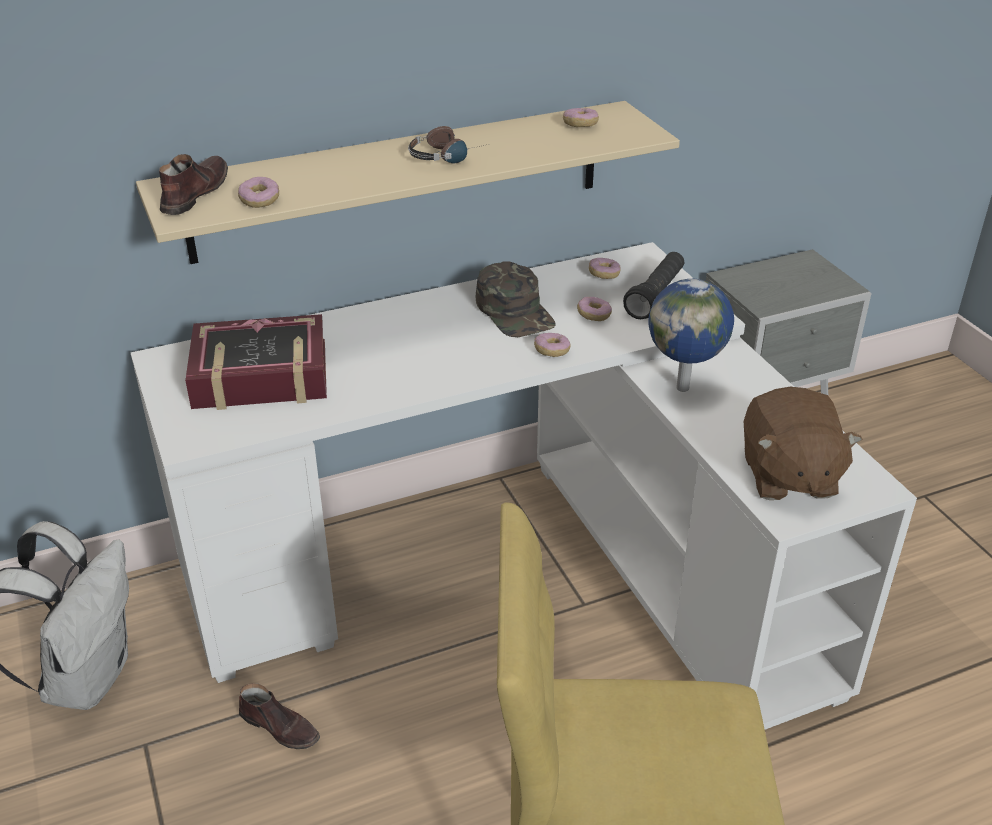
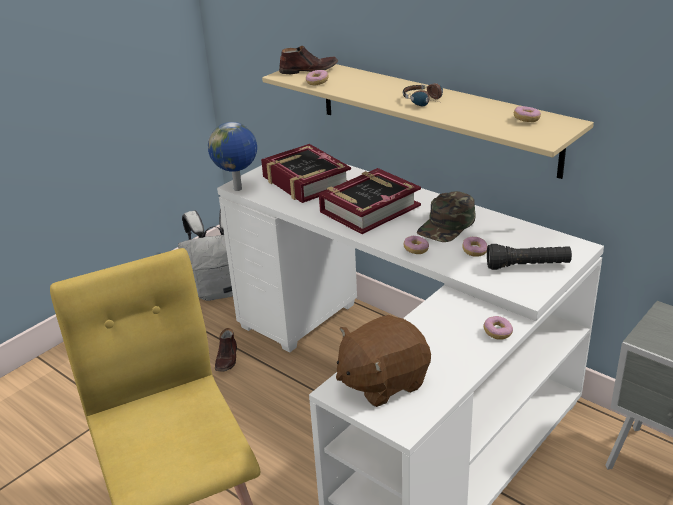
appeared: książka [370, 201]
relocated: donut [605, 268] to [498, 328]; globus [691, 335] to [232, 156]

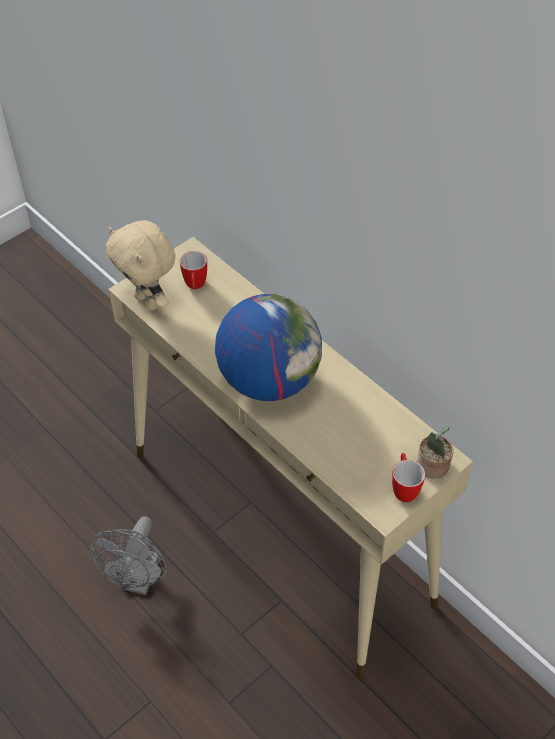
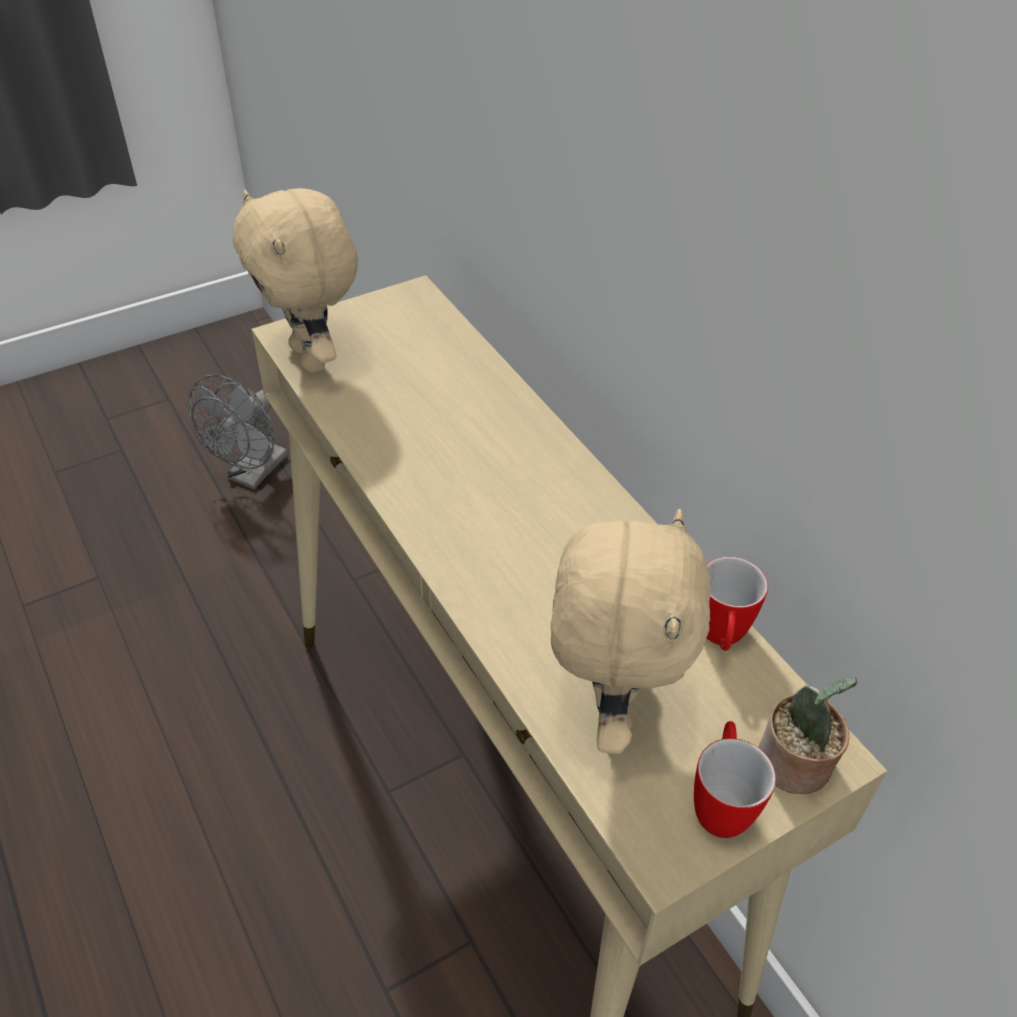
missing: globus [268, 347]
appeared: pluszak (beżowy) [630, 631]
relocated: kubek [193, 270] to [737, 604]; wentylator (szary) [128, 555] to [238, 431]

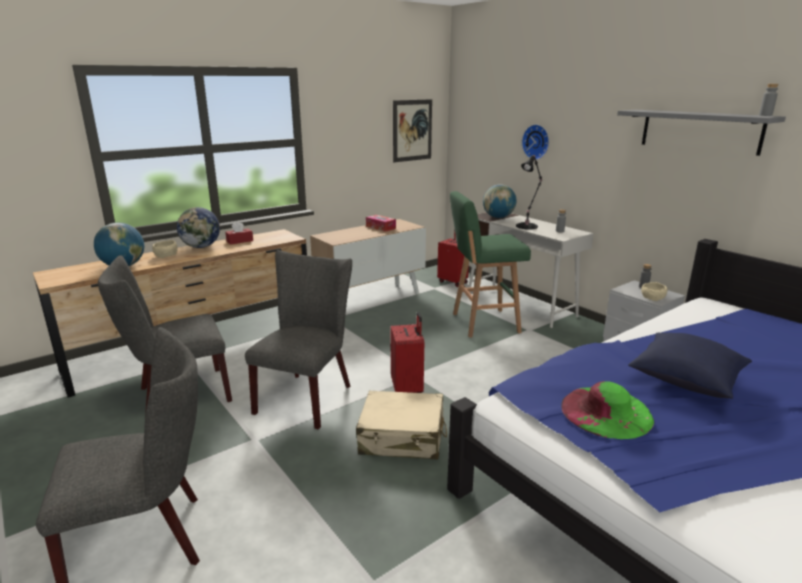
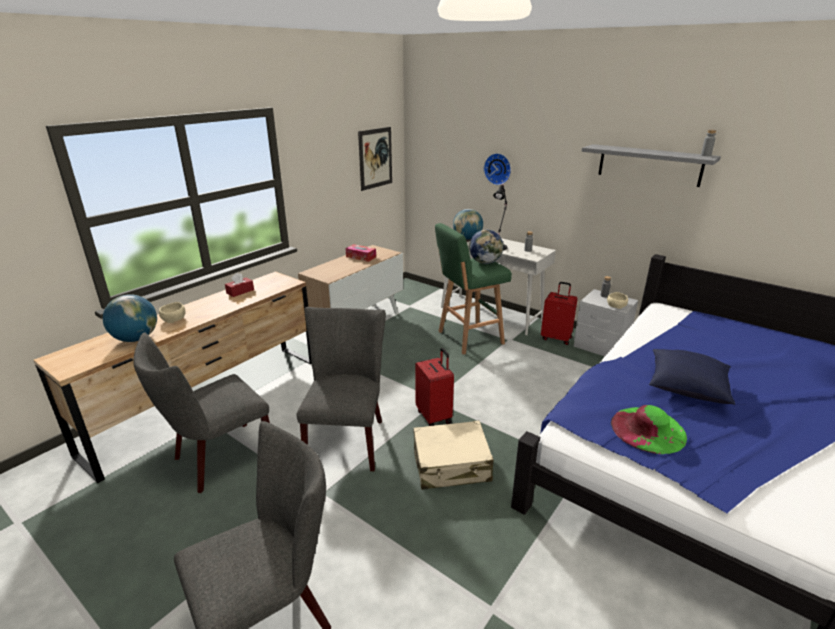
relocated: globus [198, 227] to [486, 247]; walizka (czerwony) [453, 258] to [559, 313]

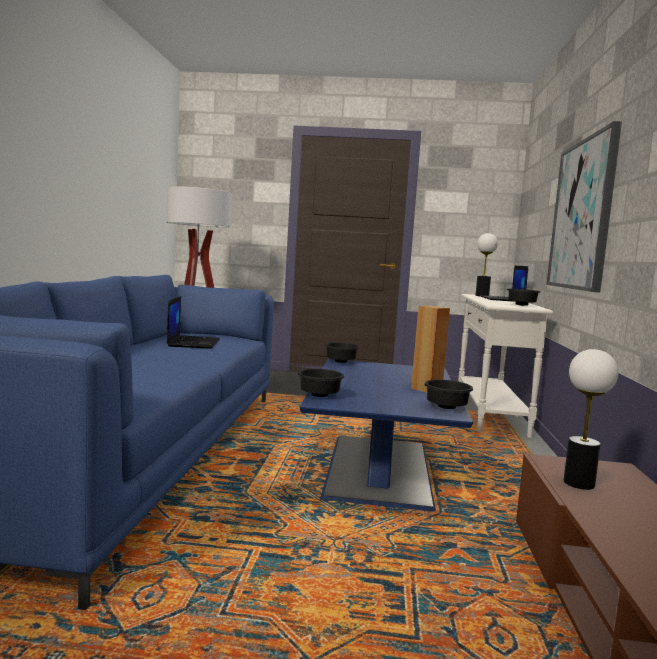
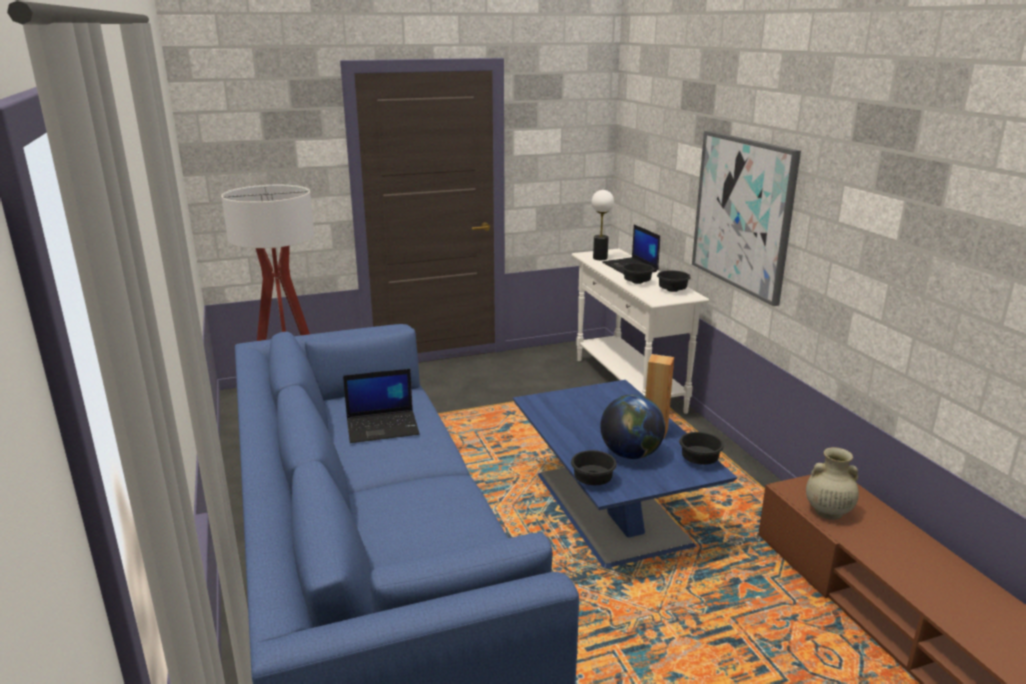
appeared: globus [632, 427]
relocated: miska (czarny) [342, 353] to [638, 273]
exchanged: lampa stołowa [591, 419] to wazon (beżowy) [832, 483]
spun: laptop [193, 322] = [381, 406] 105 degrees clockwise

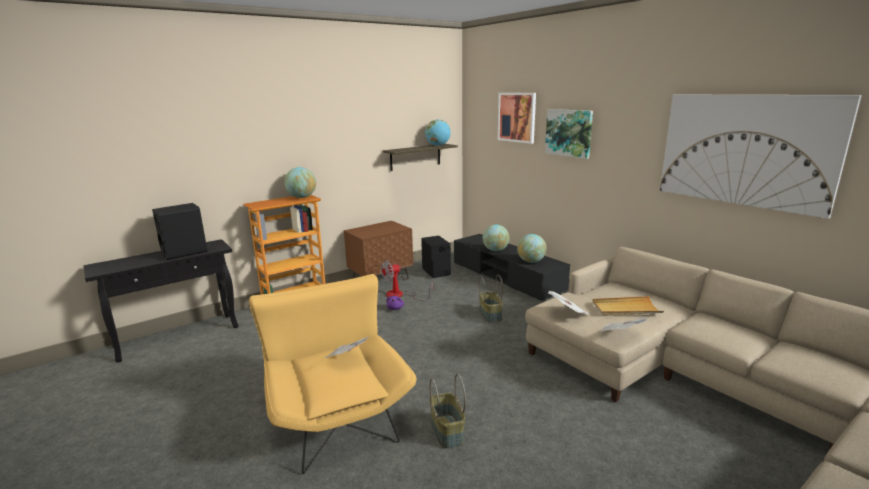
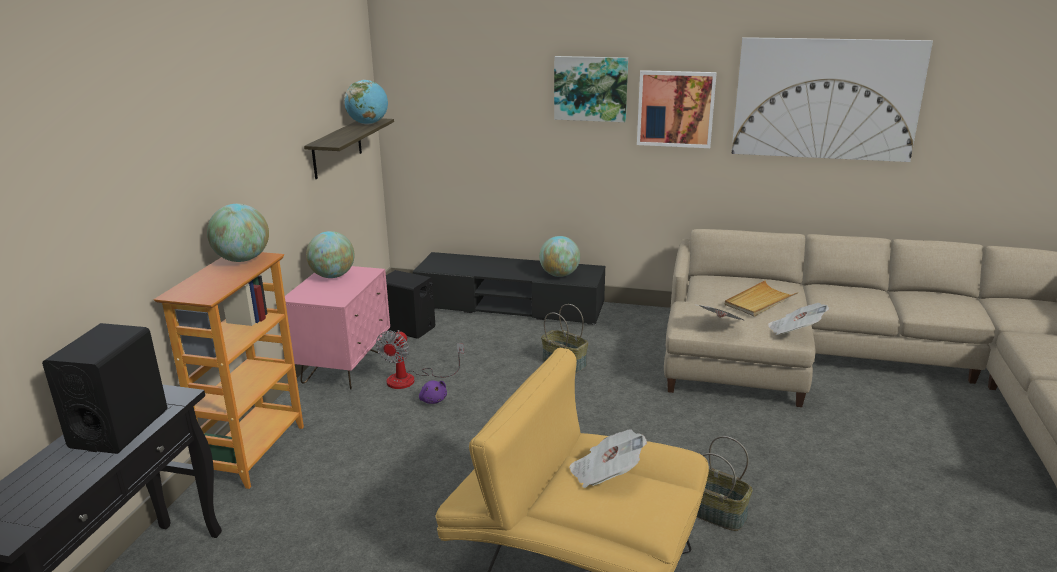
relocated: obraz [517, 118] to [677, 109]; globus [496, 238] to [330, 254]
colour: szafka nocna (brązowy) [378, 250] to szafka nocna (różowy) [337, 327]

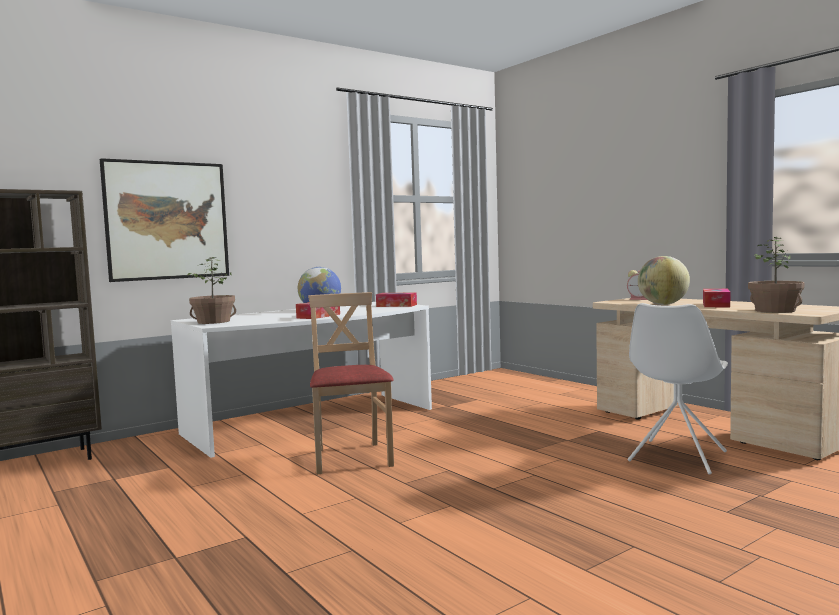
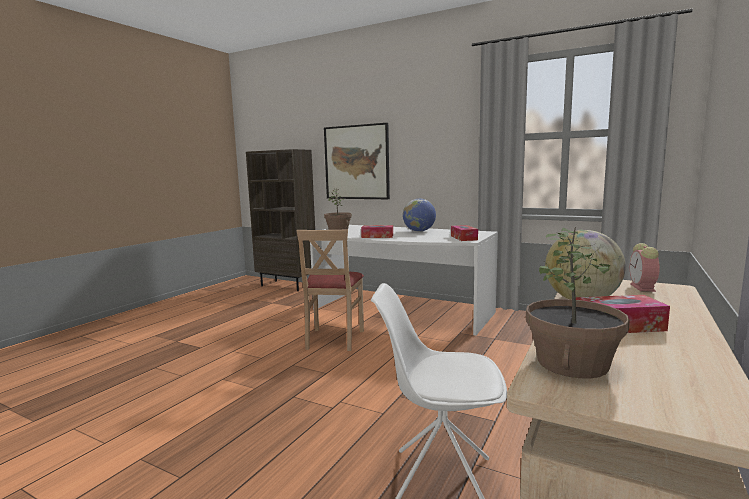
spun: krzesło (beżowy) [351, 383] = [330, 290] 135 degrees clockwise

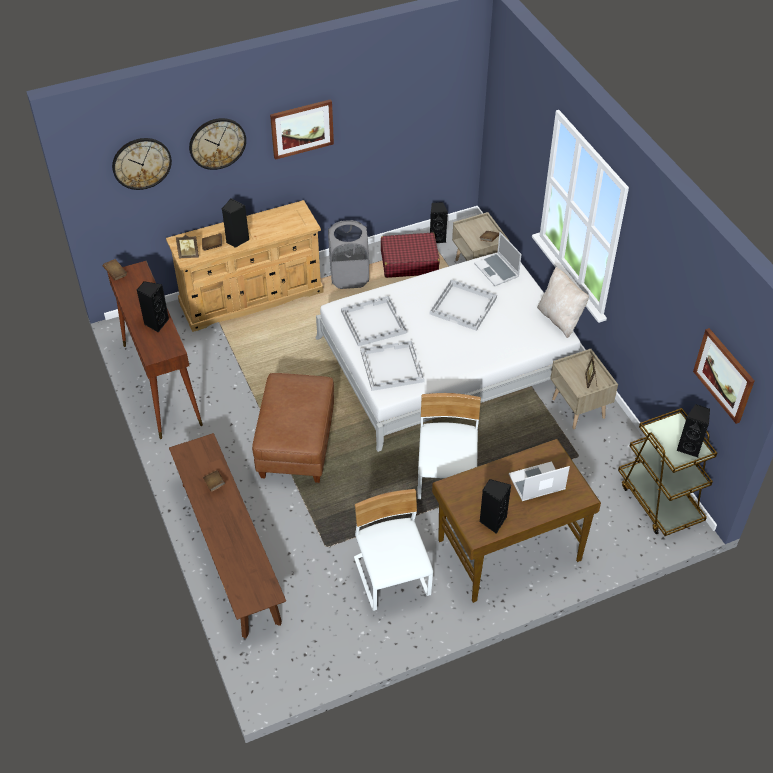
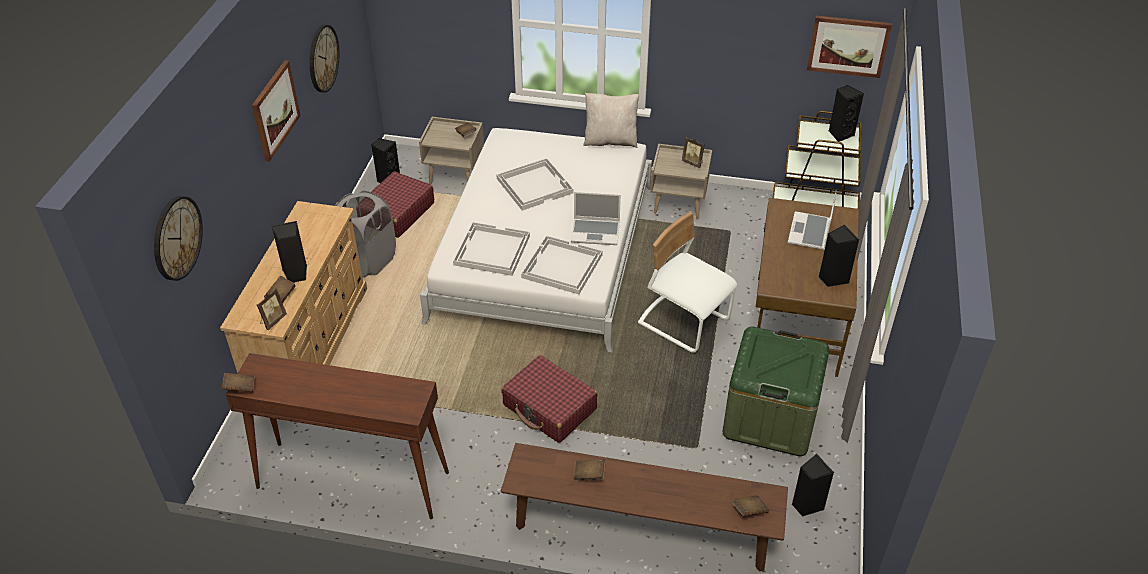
appeared: książka (brązowy) [751, 505]
relocated: zegar ścienny [217, 144] to [324, 59]; laptop [498, 259] to [596, 218]; głośnik (czarny) [152, 307] to [813, 485]
exchanged: pufa (brązowy) [293, 428] to walizka (czerwony) [549, 399]; krzesło (biały) [393, 550] to pojemnik do przechowywania (zielony) [776, 391]

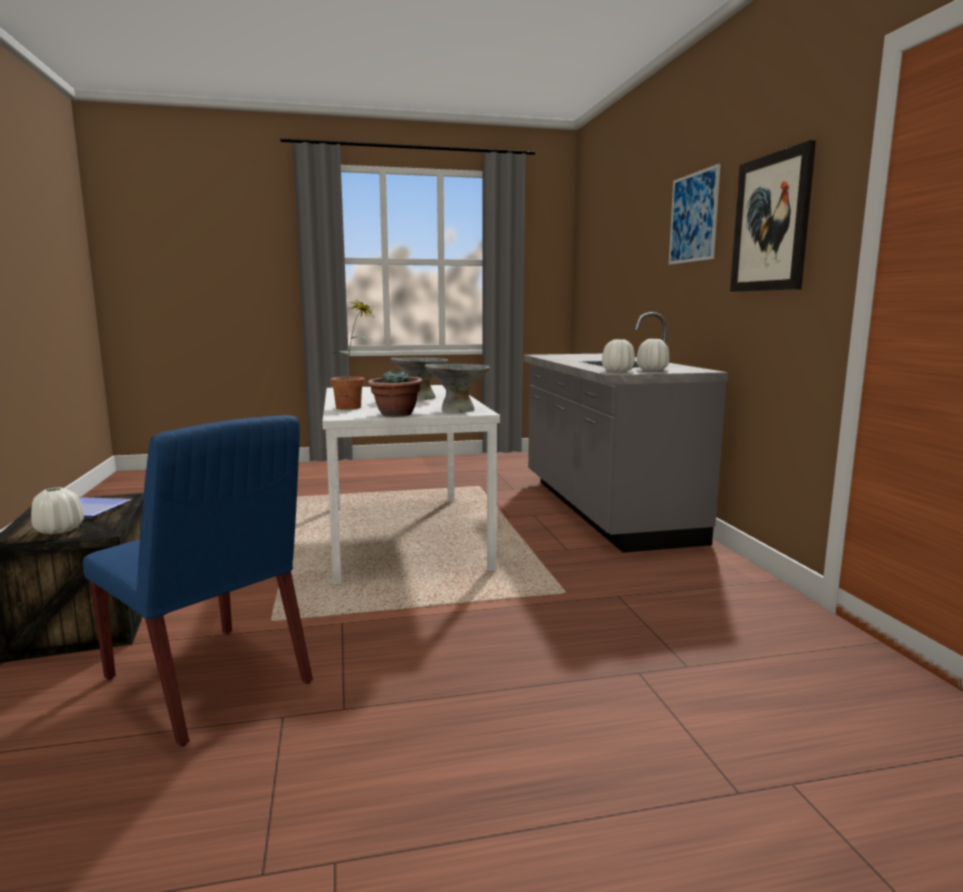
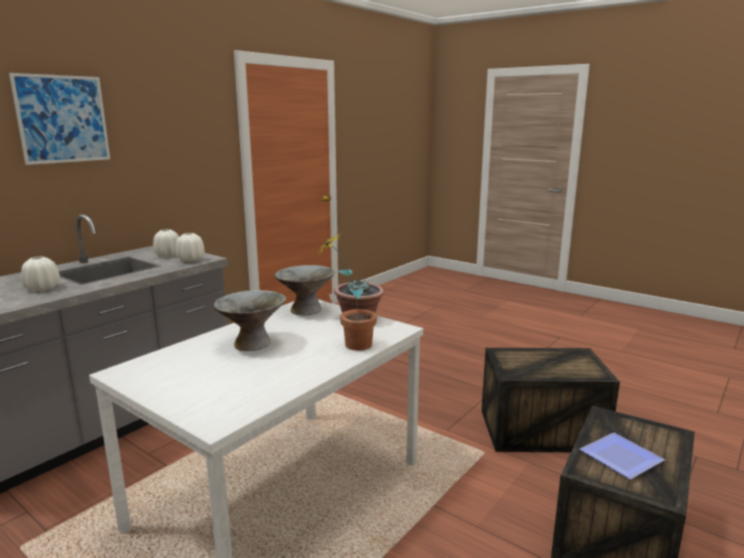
missing: obraz [773, 216]
relocated: wazon (biały) [57, 510] to [40, 273]
exchanged: krzesło (niebieski) [198, 580] to skrzynka [551, 400]

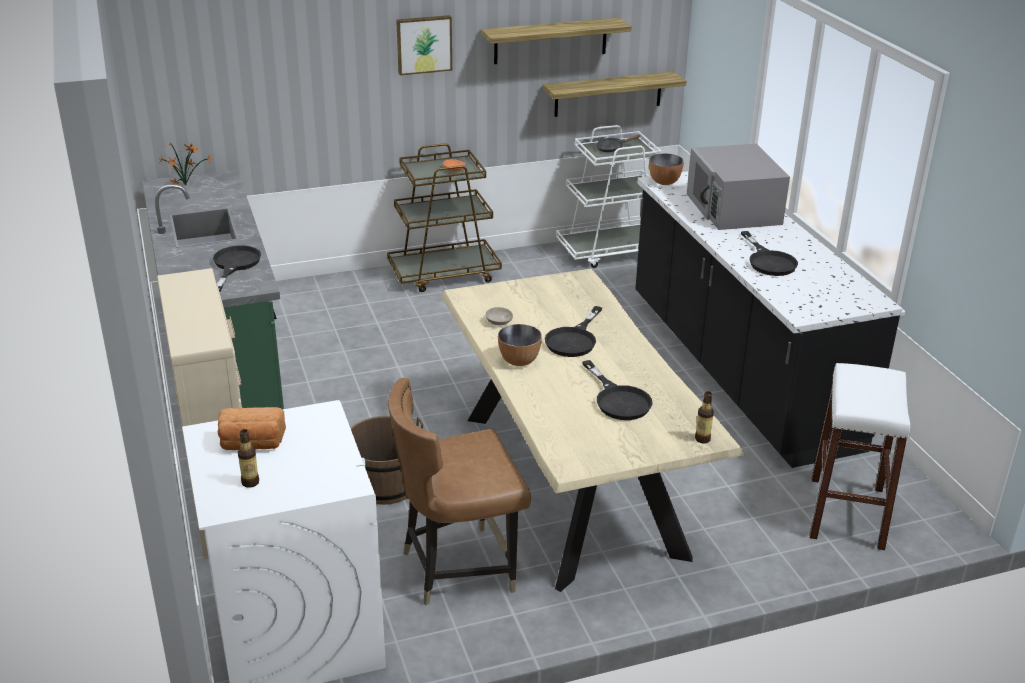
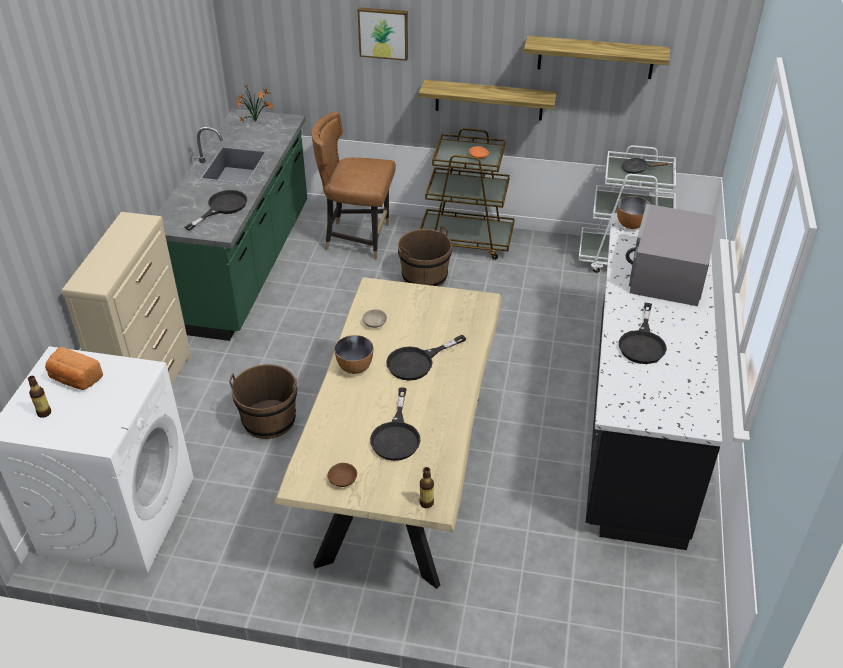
missing: stołek (biały) [859, 456]
appeared: wiadro (brązowy) [425, 255]; miska (brązowy) [342, 475]
relocated: obraz [424, 45] to [383, 34]; półka [615, 94] to [488, 100]; krzesło (brązowy) [459, 491] to [353, 185]

